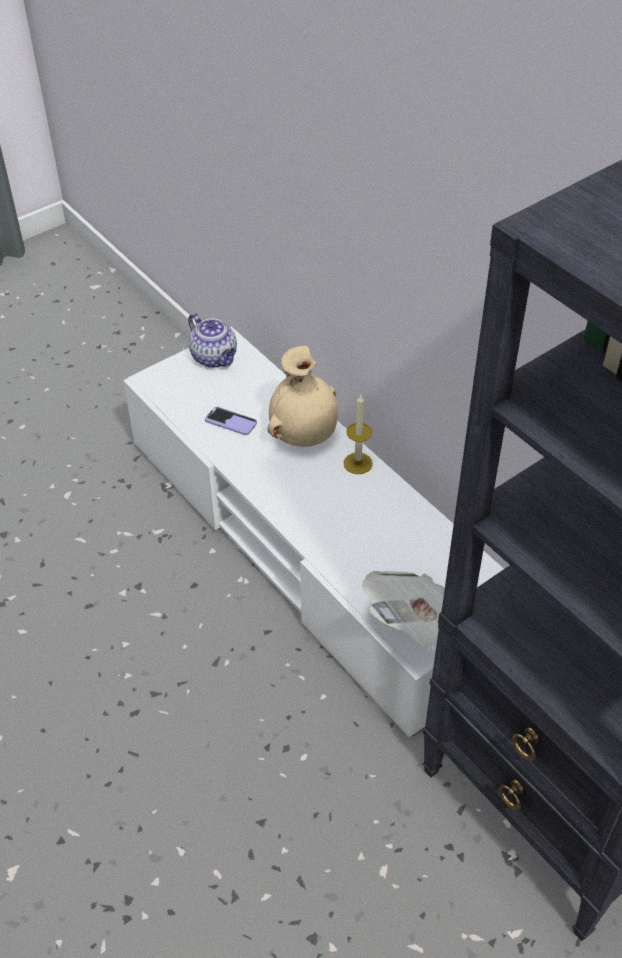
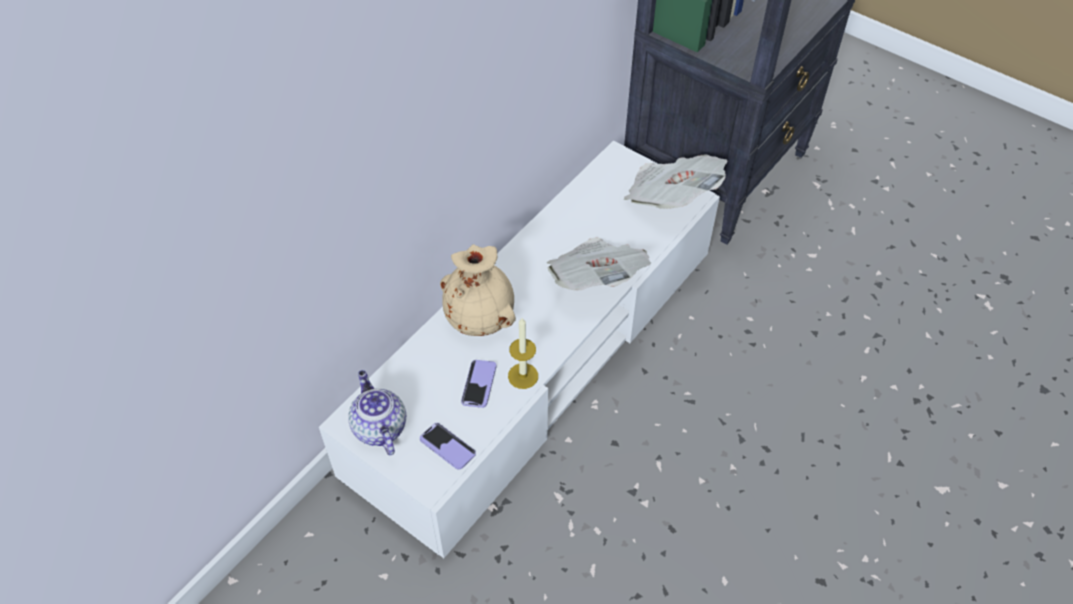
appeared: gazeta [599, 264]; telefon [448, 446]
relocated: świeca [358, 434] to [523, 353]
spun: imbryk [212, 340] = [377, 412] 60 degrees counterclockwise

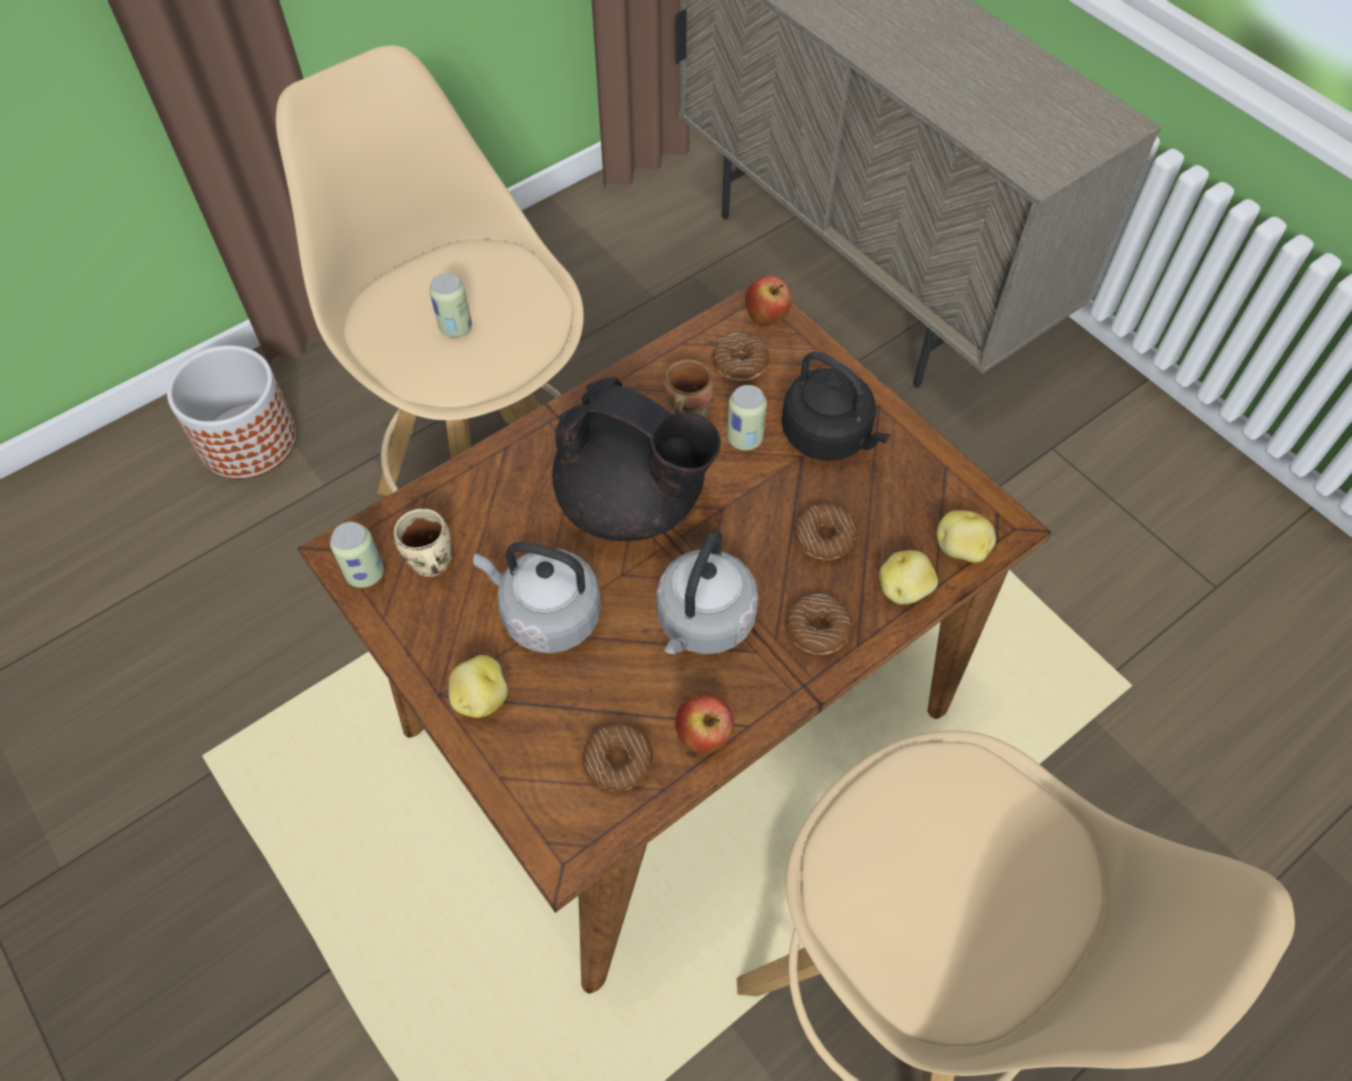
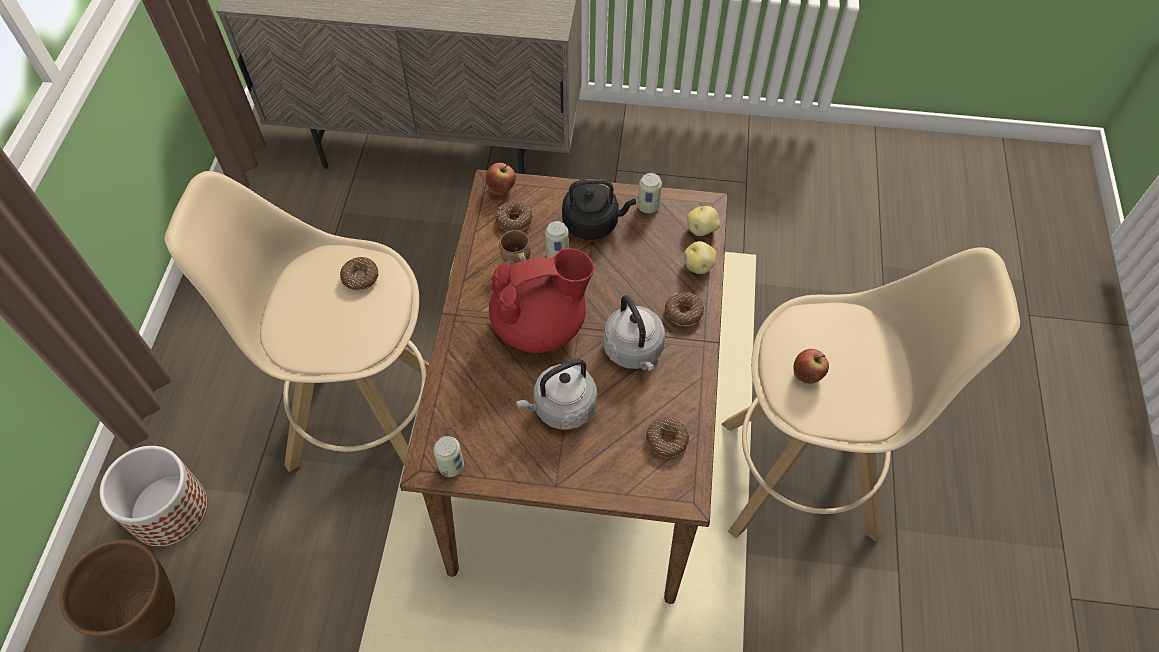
missing: kubek (beżowy) [423, 543]; ziemniak [478, 686]
appeared: donica (brązowy) [117, 591]
relocated: puszka [450, 305] to [650, 193]; donut [826, 532] to [359, 274]; jabłko [704, 724] to [811, 366]
colour: imbryk (czarny) [636, 459] to imbryk (czerwony) [541, 300]

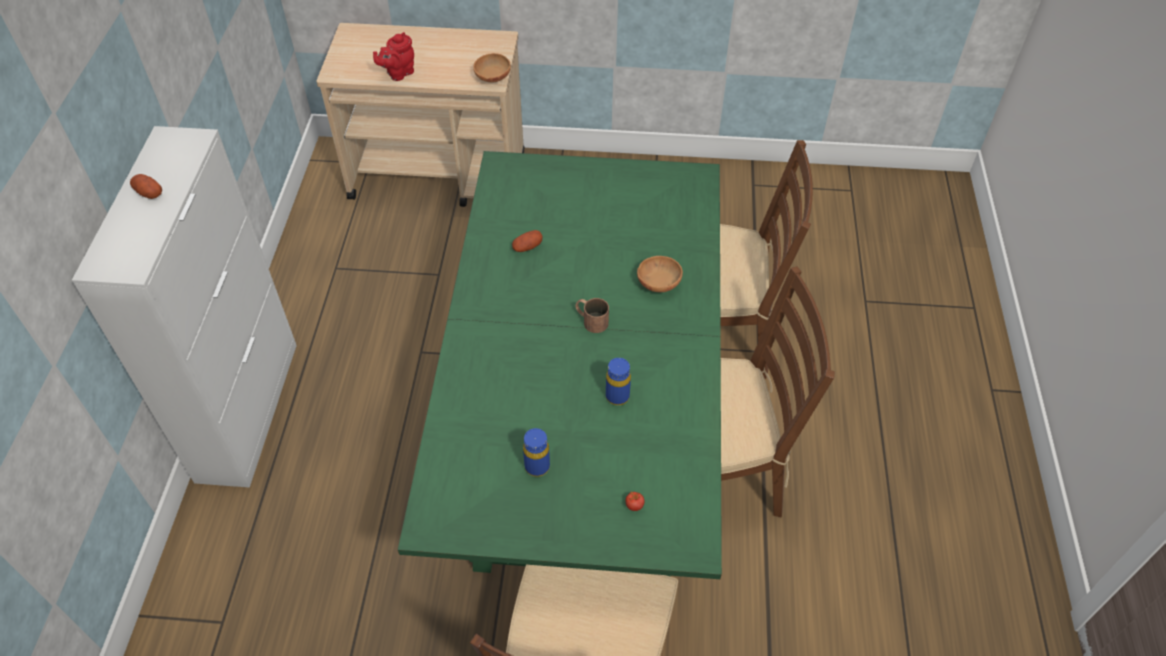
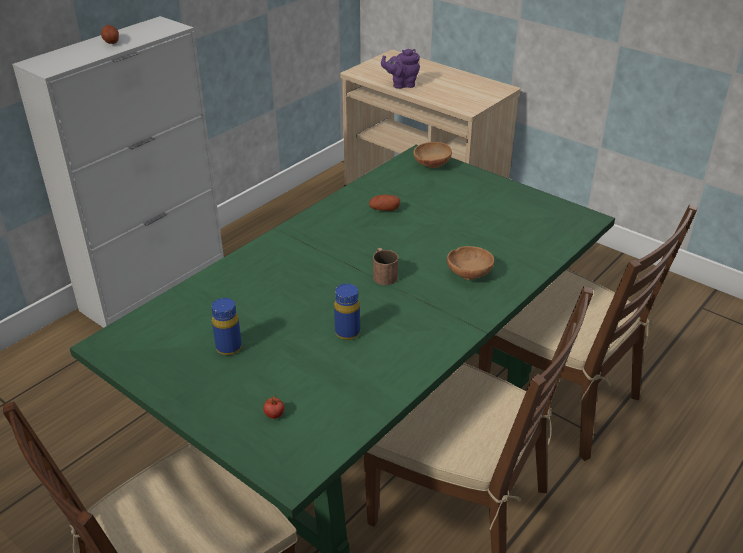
relocated: miska (brązowy) [492, 67] to [432, 155]
colour: imbryk (czerwony) [393, 56] to imbryk (fioletowy) [400, 69]

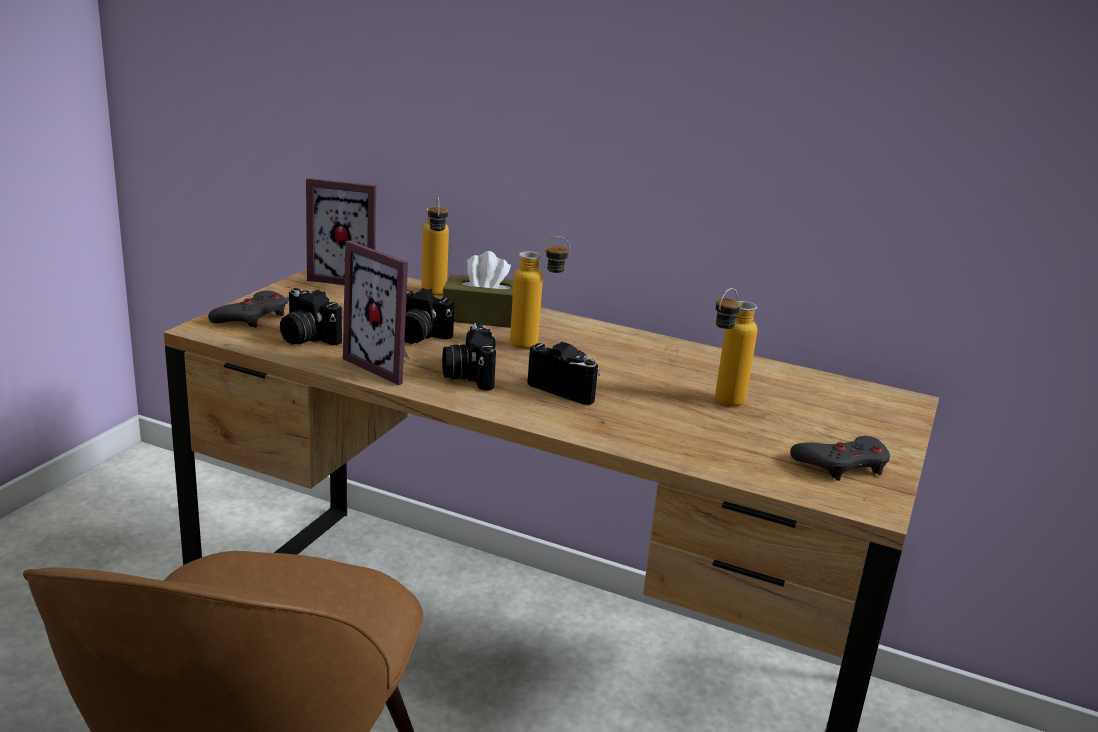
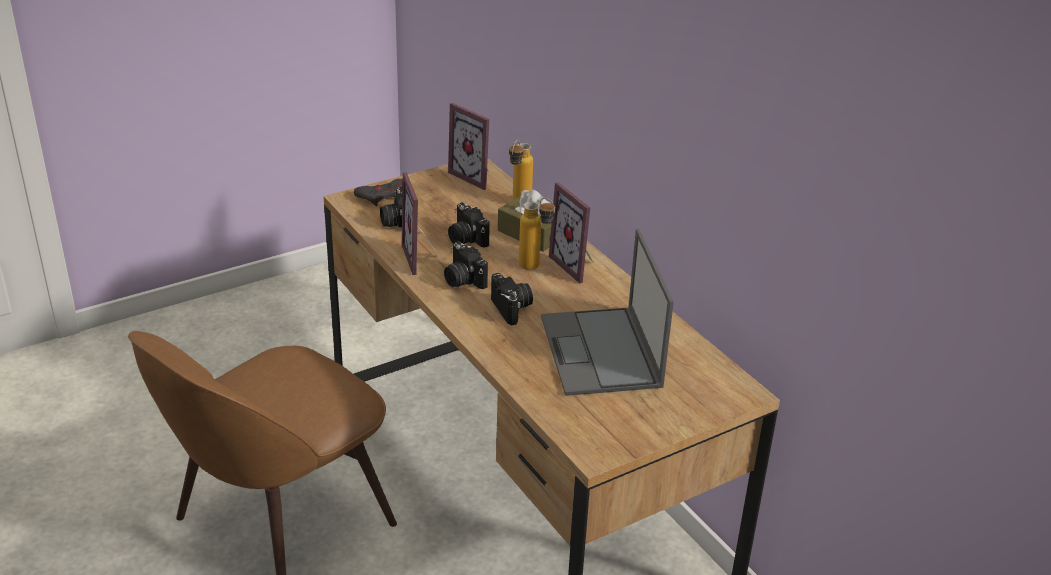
missing: pad do gier (szary) [840, 458]
appeared: ramka na zdjęcie [571, 233]
exchanged: butelka [736, 347] to laptop [607, 312]
spun: aparat fotograficzny [469, 357] = [466, 265] 60 degrees counterclockwise

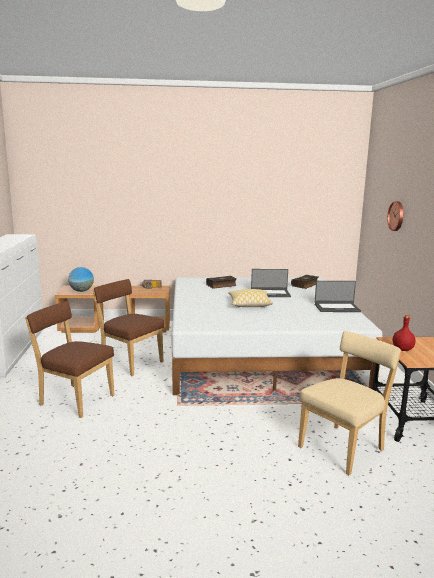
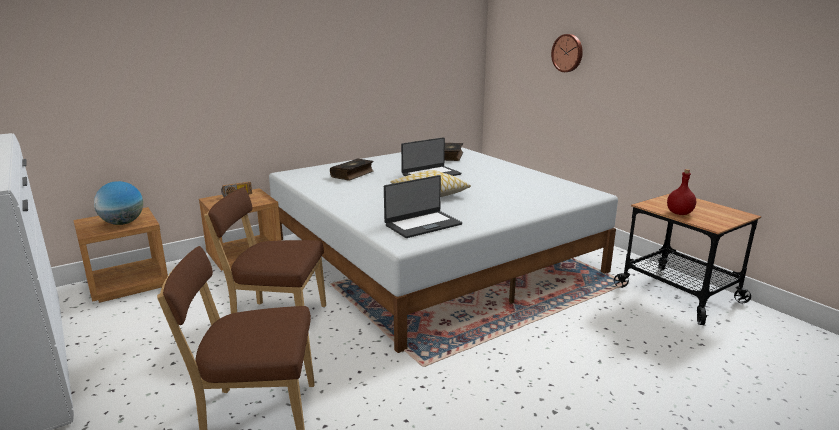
missing: krzesło (beżowy) [350, 403]
relocated: laptop [338, 296] to [423, 206]

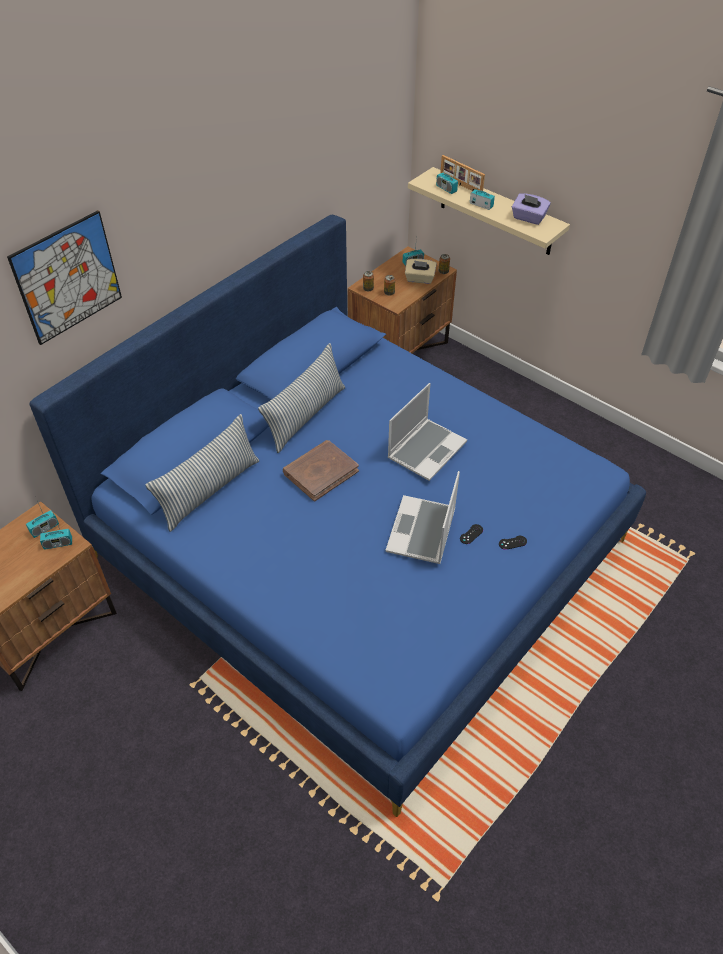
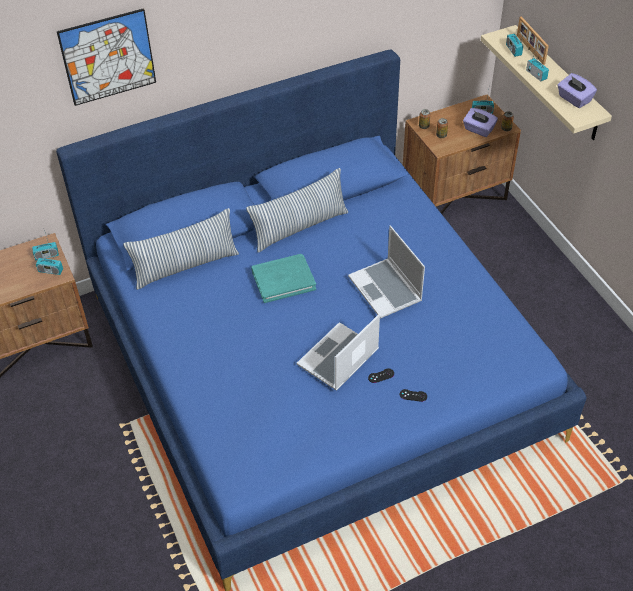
colour: pudełko chusteczek (beżowy) [421, 271] to pudełko chusteczek (fioletowy) [480, 122]; książka (brązowy) [321, 471] to książka (turkusowy) [283, 278]
spun: laptop [427, 432] = [386, 272] 90 degrees clockwise

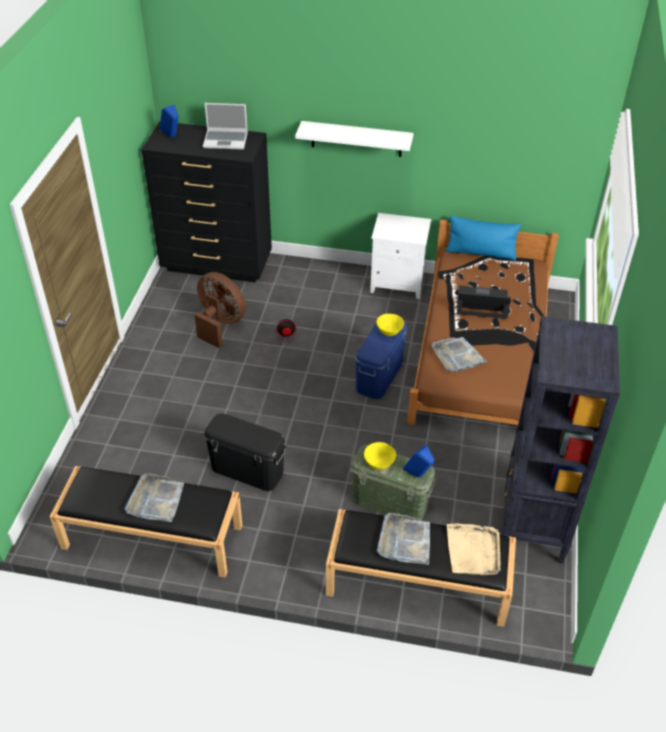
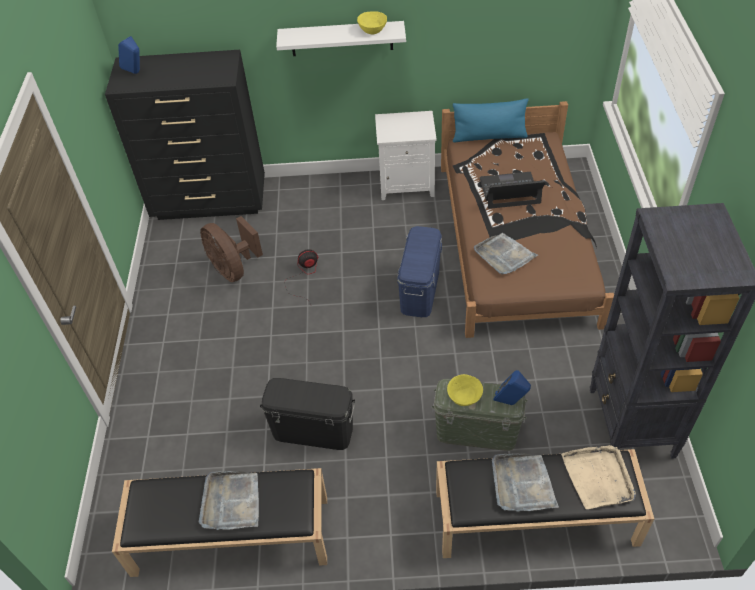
missing: laptop [225, 126]
relocated: miska (żółty) [390, 325] to [372, 22]
spun: wentylator (brązowy) [220, 310] = [231, 249] 150 degrees counterclockwise

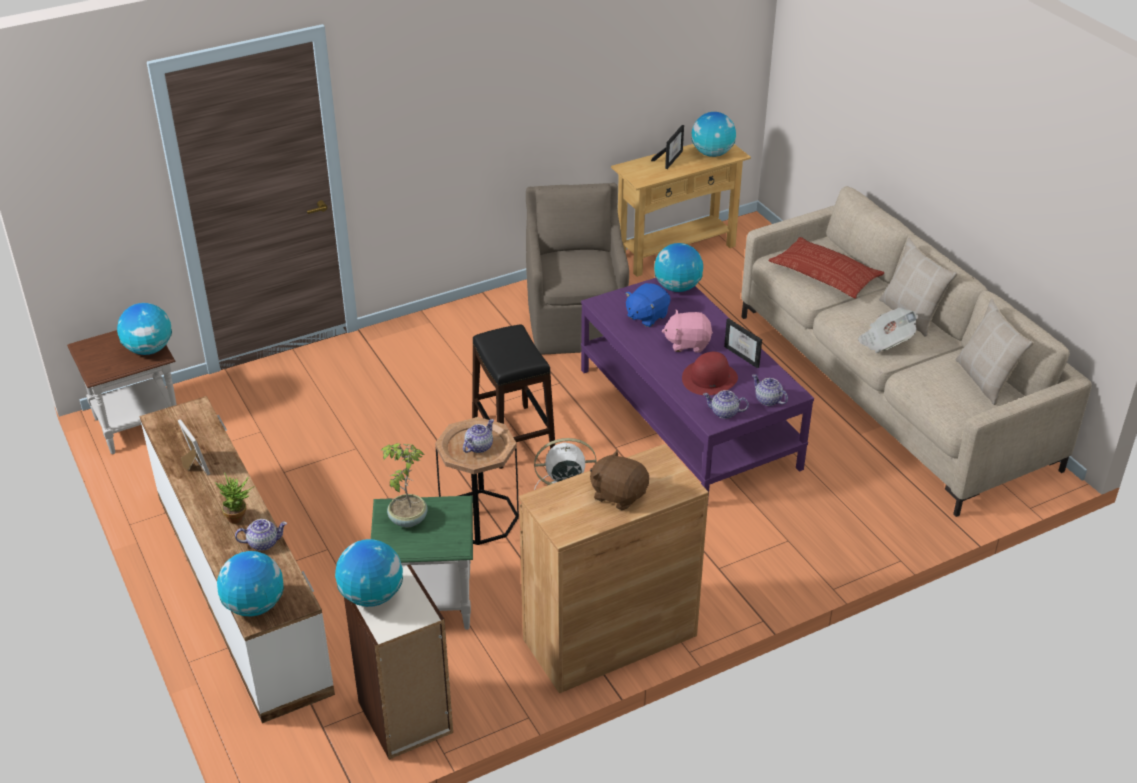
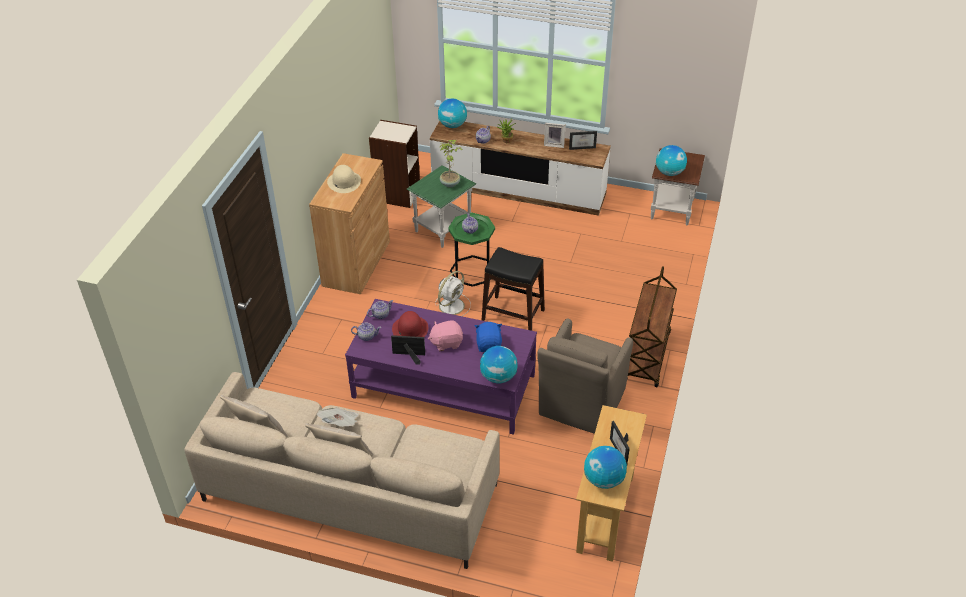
missing: poduszka [826, 268]; globus [369, 573]
appeared: ramka na zdjęcie [583, 140]; wózek (brązowy) [652, 326]
exchanged: pluszak (brązowy) [619, 480] to kapelusz (beżowy) [344, 179]
colour: stolik (brązowy) [477, 481] to stolik (zielony) [471, 250]
spun: fotel (brązowy) [577, 269] = [585, 376] 75 degrees clockwise; pluszak (różowy) [687, 331] = [445, 335] 150 degrees counterclockwise

